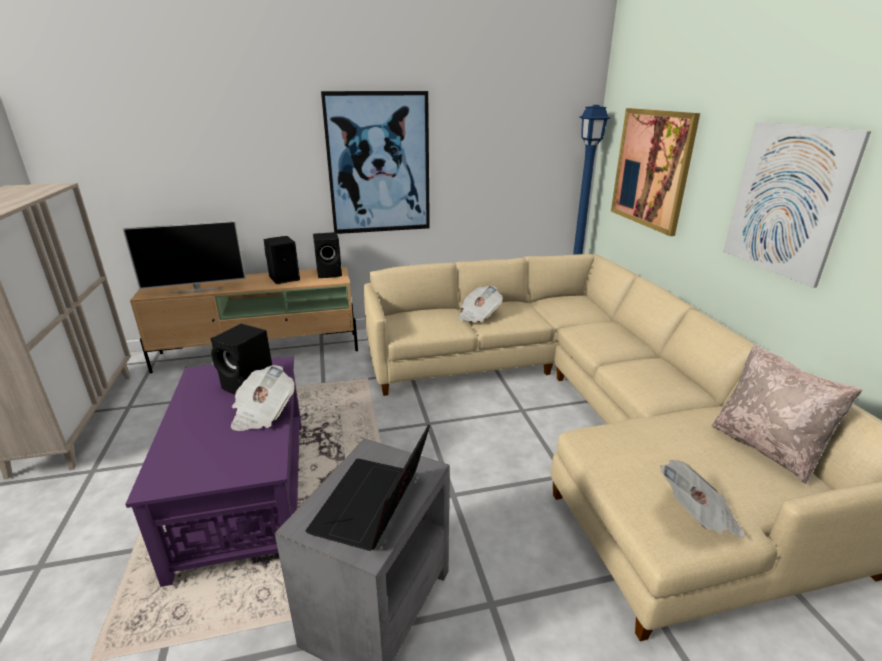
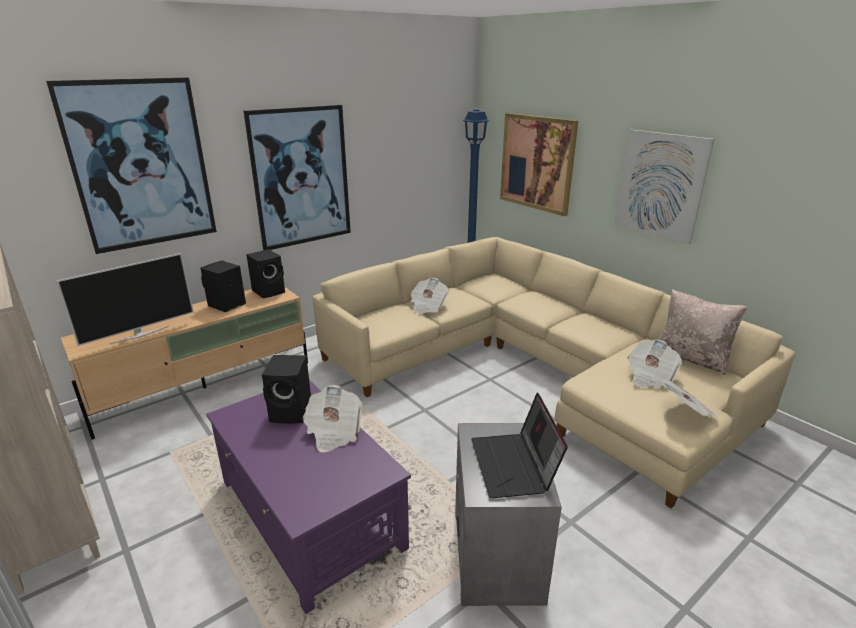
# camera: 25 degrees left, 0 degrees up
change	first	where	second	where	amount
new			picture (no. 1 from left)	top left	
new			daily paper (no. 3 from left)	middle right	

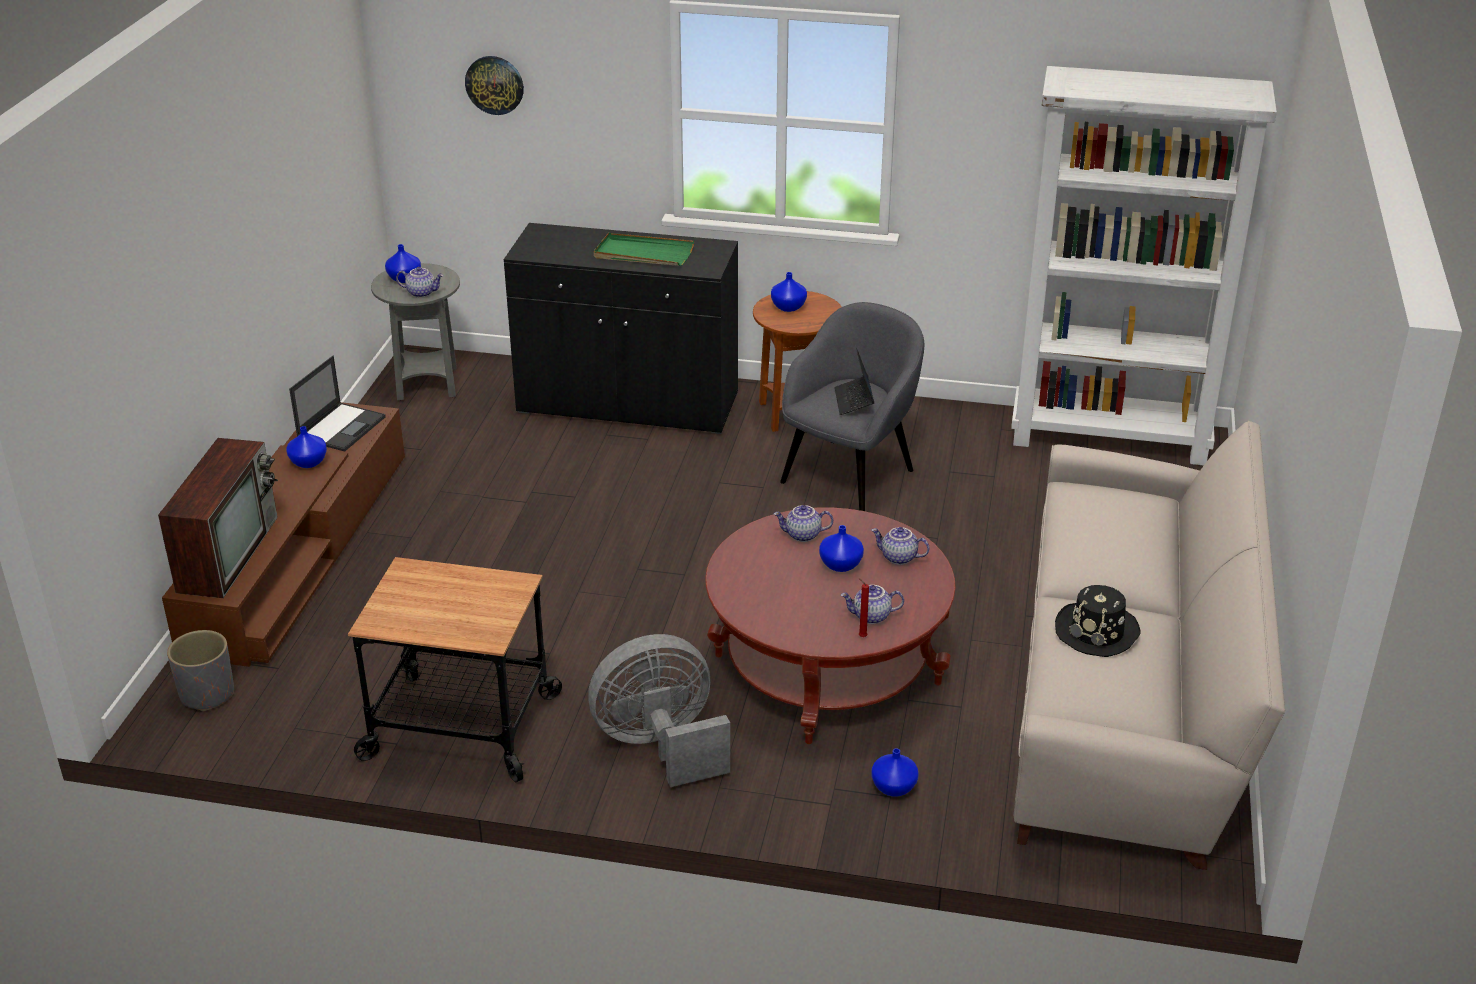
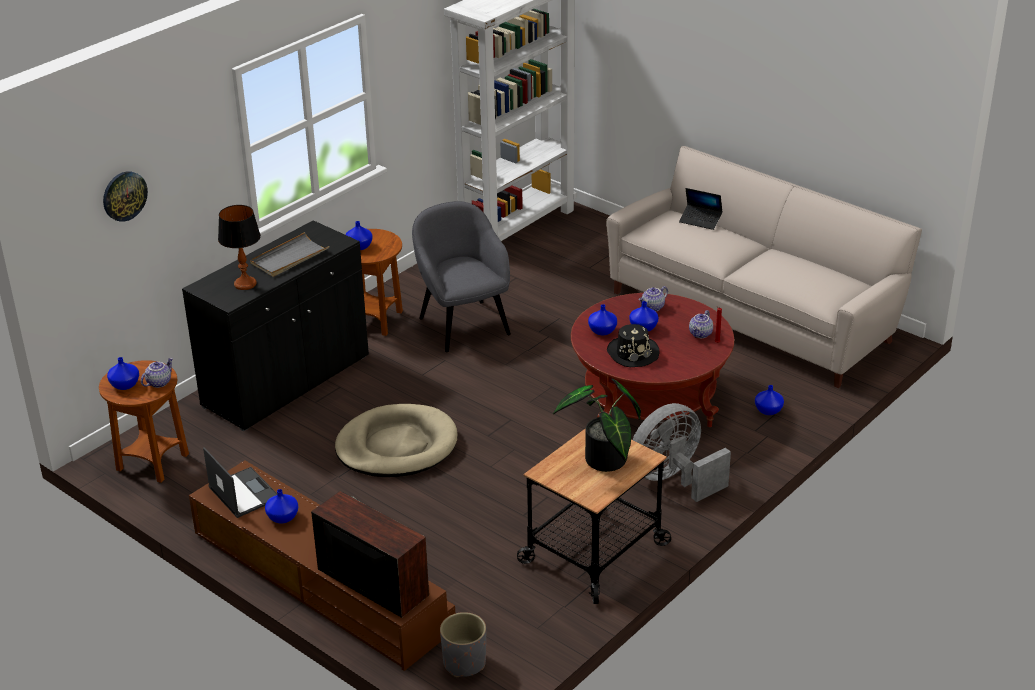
# camera: 60 degrees left, 0 degrees up
change	first	where	second	where	amount
repainted	serving tray/green	top centre	serving tray/gray	middle left	
repainted	side table/gray	middle left	side table/brownish (no. 1 from left)	middle left	
shifted	portable computer (no. 2 from left)	centre		top right	
swapped	pot for tea (no. 2 from left)	centre	flower vase/bluish (no. 4 from left)	centre	
shifted	hat/black	middle right		centre	
rotated	fan/gray	bottom centre		centre	45 degrees clockwise
new			lamp for a table	middle left	
new			plant in a pot	centre	
new			pet bed/sand-coloured	centre	

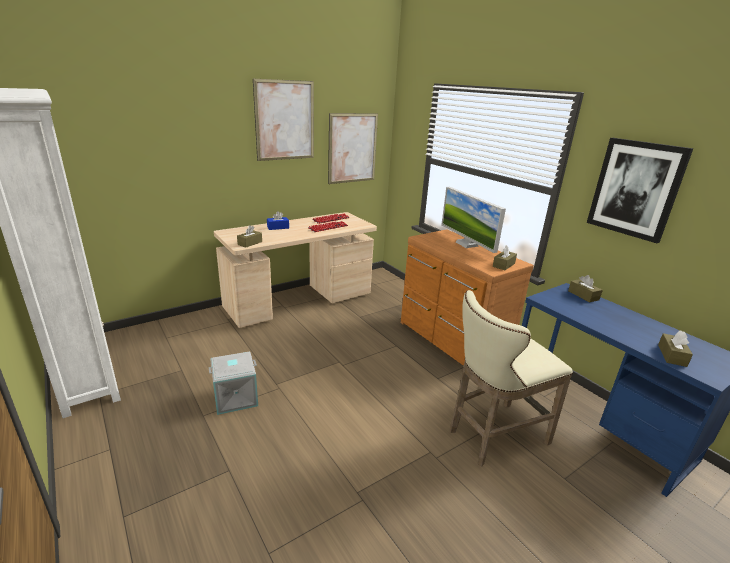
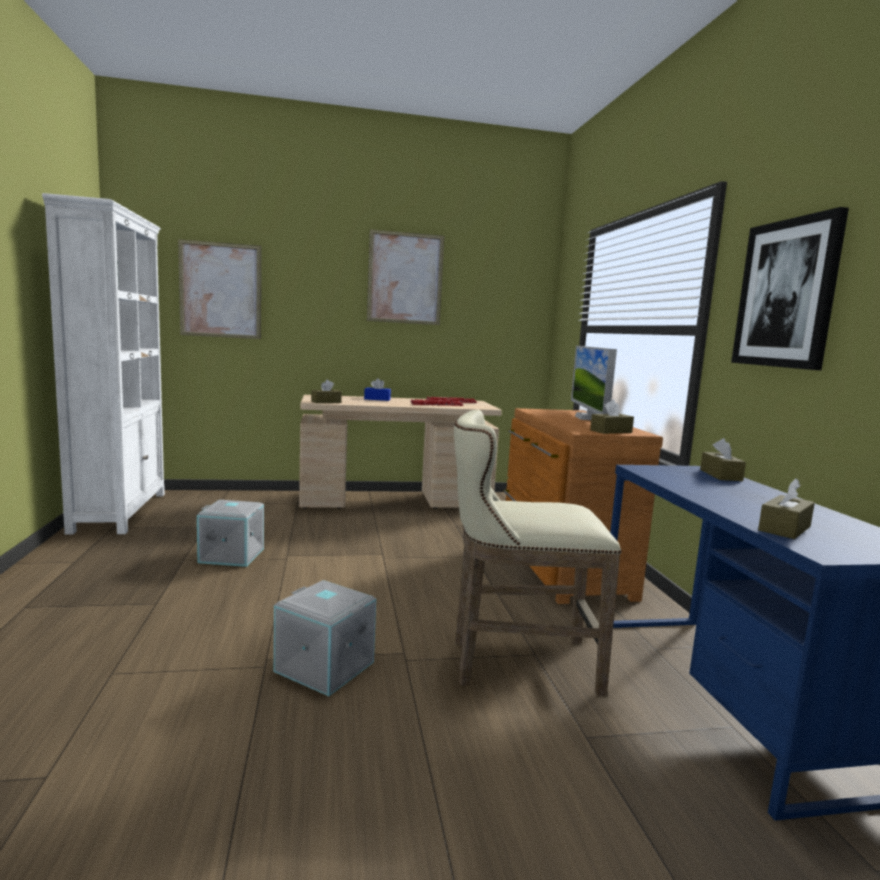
# camera: 25 degrees right, 15 degrees down
change	first	where	second	where	amount
shifted	picture (no. 2 from left in the first image)	top centre	picture (no. 1 from left)	top left	
new			storage box/gray (no. 2 from left)	bottom centre	

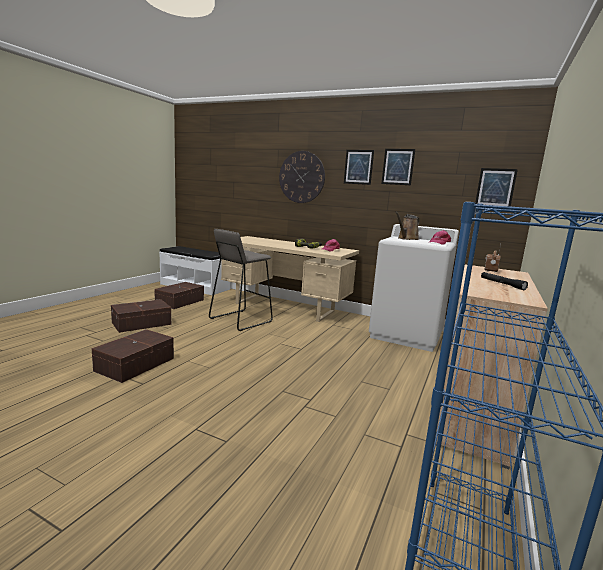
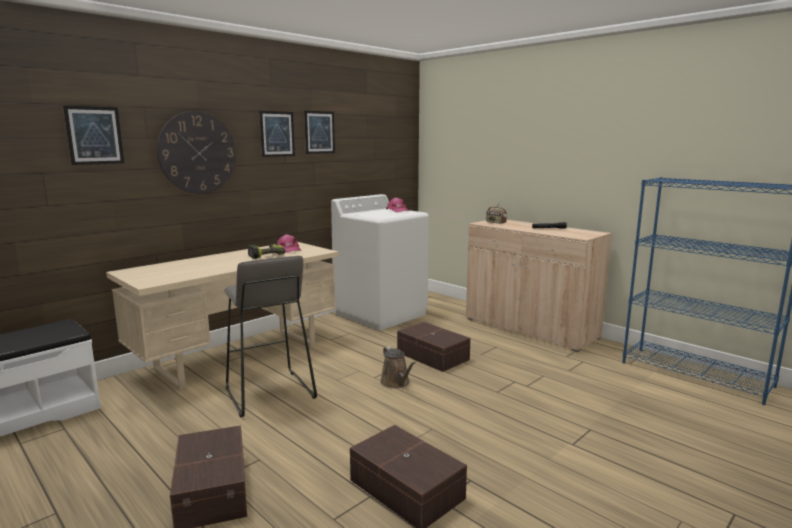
# camera: 70 degrees left, 0 degrees up
change	first	where	second	where	amount
shifted	picture (no. 3 from left in the first image)	top right	picture (no. 1 from left)	top left	
shifted	watering pot/brownish	middle right		bottom centre	
shifted	storage box/brownish (no. 3 from left)	middle left		centre	

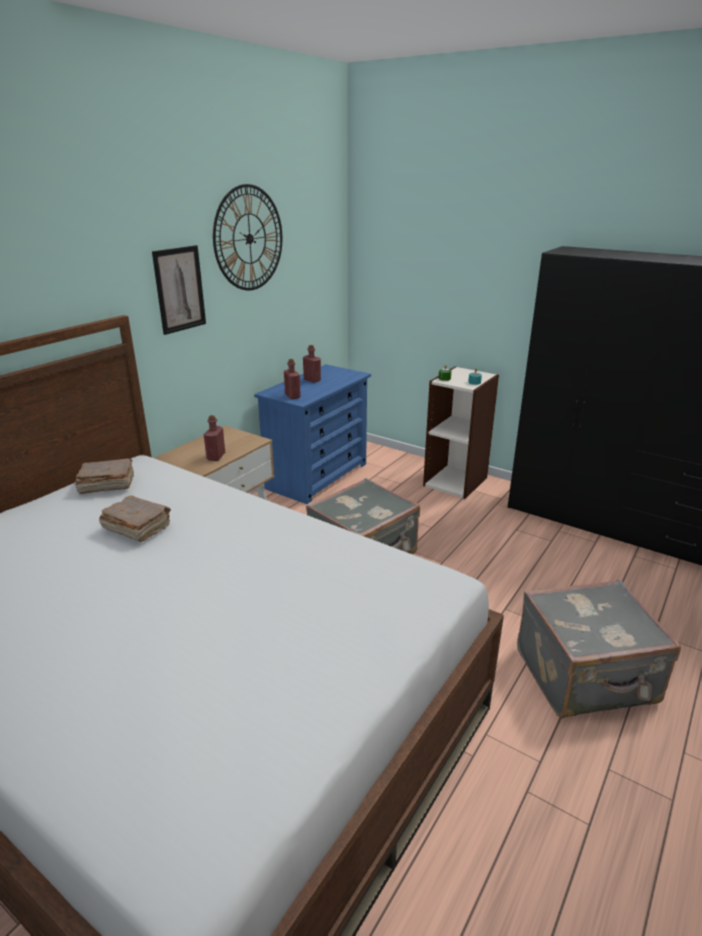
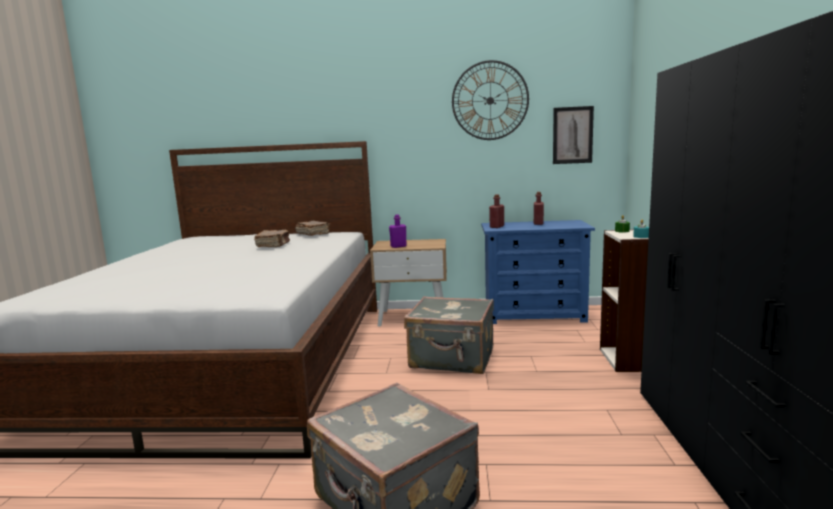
# camera: 60 degrees right, 15 degrees down
change	first	where	second	where	amount
shifted	picture	top left		top right	
repainted	drink bottle/red (no. 1 from left)	middle left	drink bottle/purple-coloured	centre	

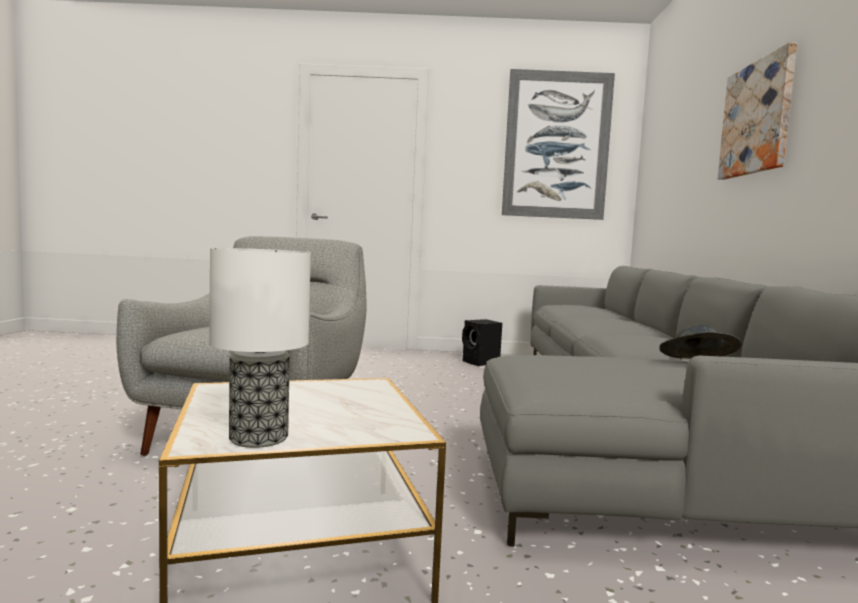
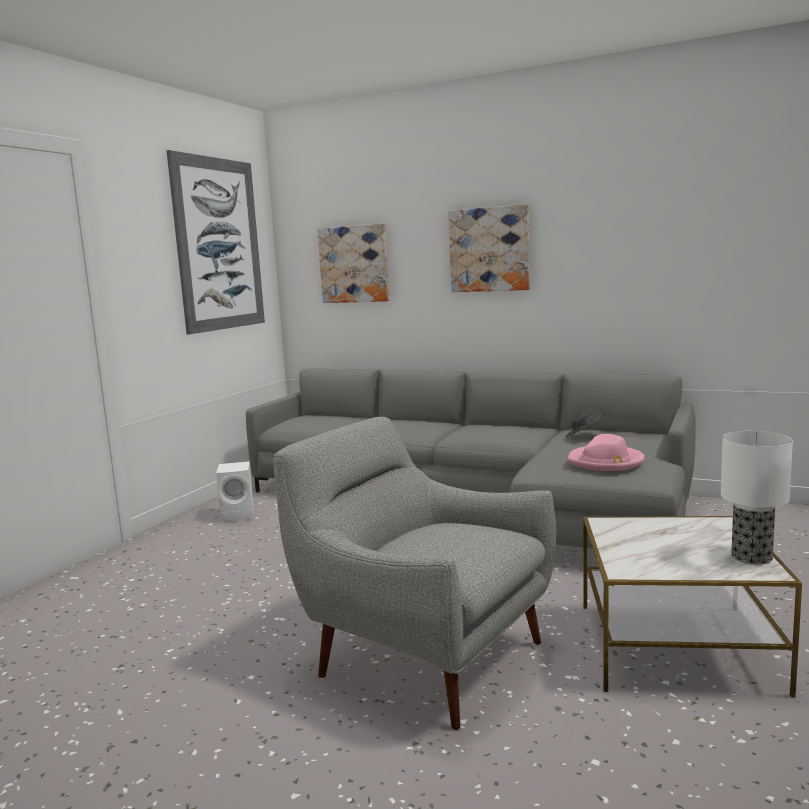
# camera: 65 degrees left, 5 degrees up
change	first	where	second	where	amount
repainted	loudspeaker/black	centre	loudspeaker/whitish	middle left	
new			picture (no. 2 from left)	top centre	
new			hat/pink-coloured	middle right	

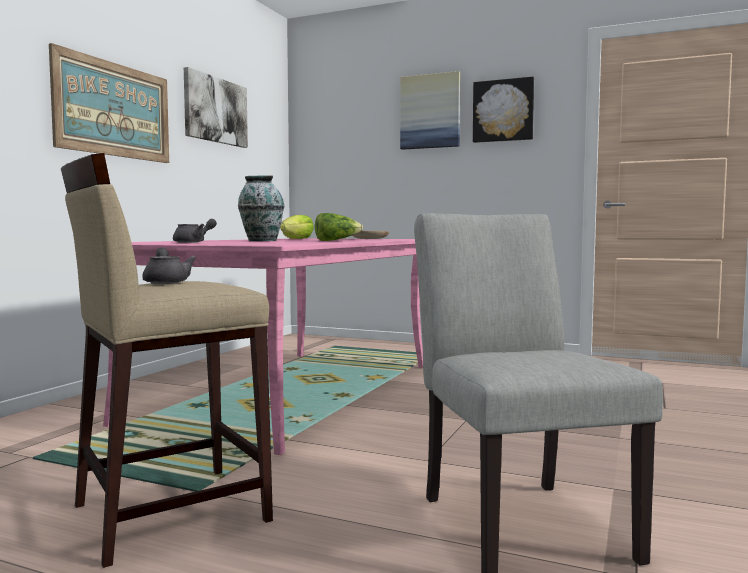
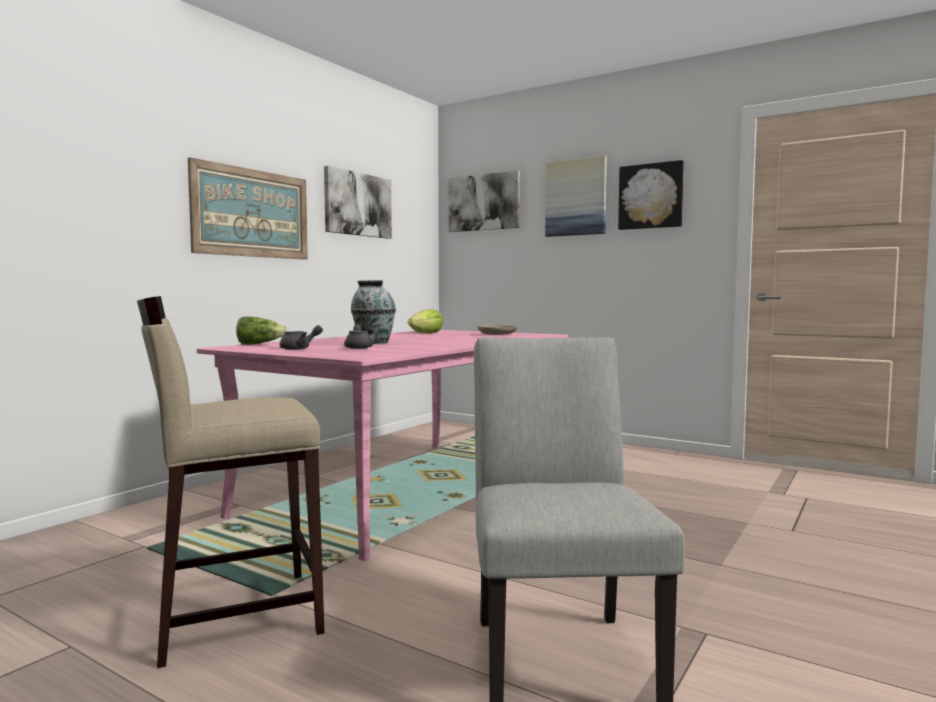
# camera: 10 degrees right, 0 degrees up
change	first	where	second	where	amount
shifted	lettuce head (no. 2 from left in the first image)	centre	lettuce head (no. 1 from left)	middle left	
shifted	pot for tea/gray (no. 1 from left in the first image)	middle left	pot for tea/gray (no. 2 from left)	centre	
new			picture (no. 3 from left)	top centre	

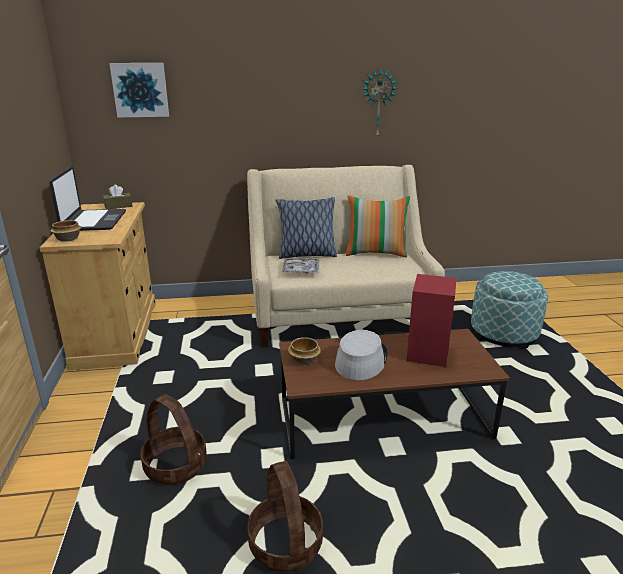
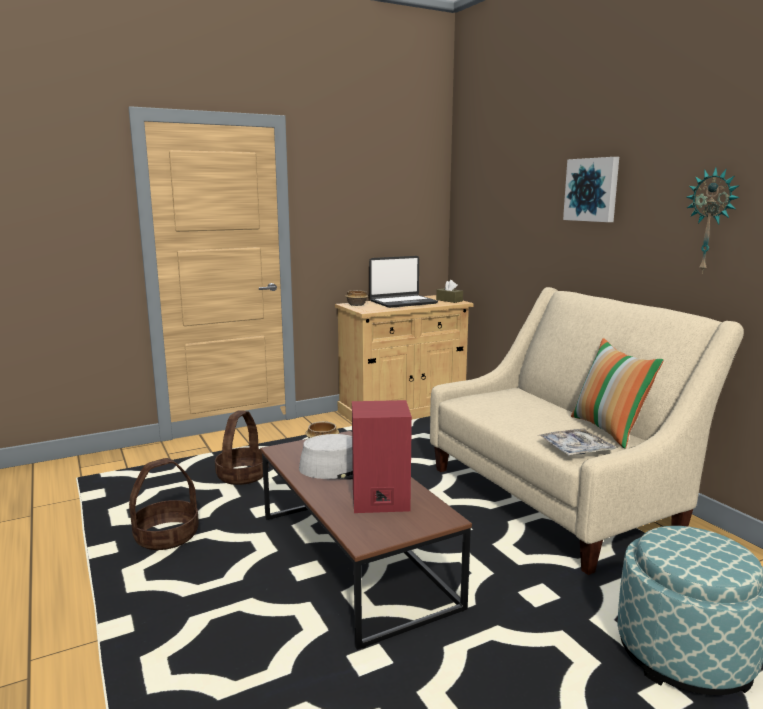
# camera: 70 degrees right, 10 degrees down
change	first	where	second	where	amount
shifted	picture	top left		top right	
gone	throw pillow (no. 1 from left)	centre			
shifted	serving tray	centre		middle right	

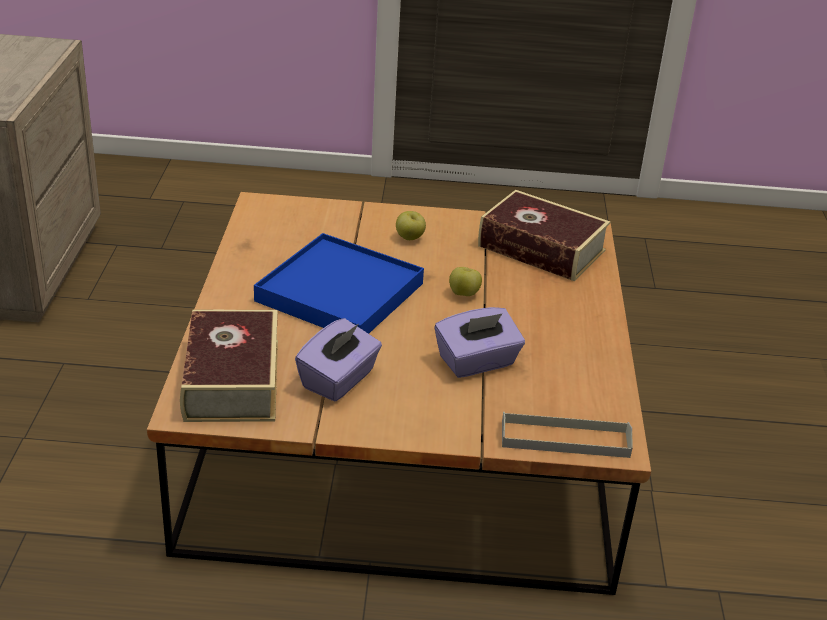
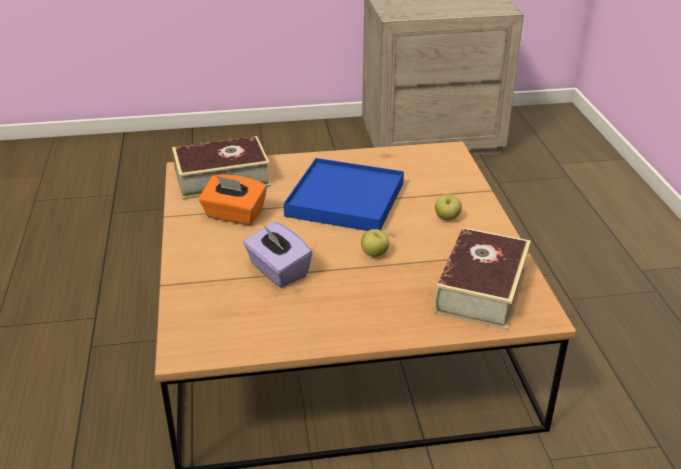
# camera: 80 degrees right, 0 degrees up
change	first	where	second	where	amount
repainted	tissue holder/purple-coloured (no. 1 from left)	centre	tissue holder/orangey	centre	
gone	serving tray/gray	bottom right			

